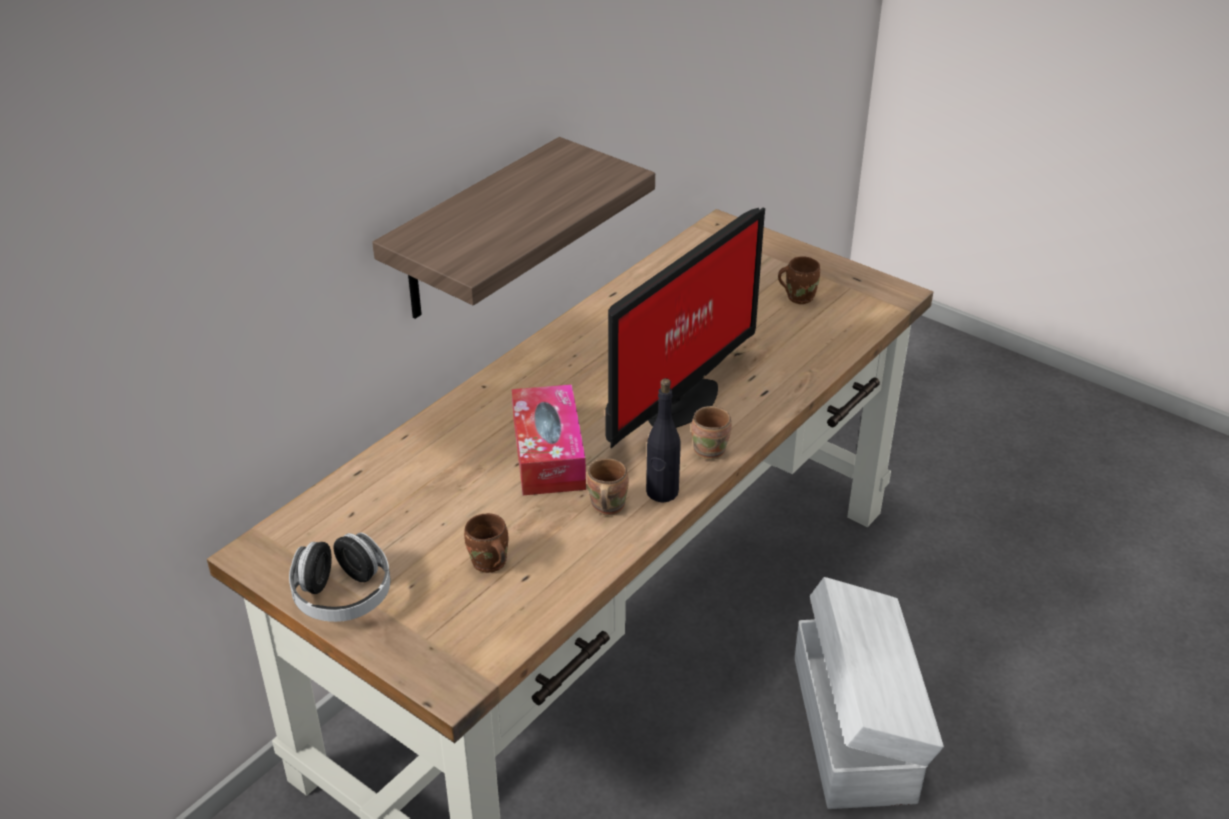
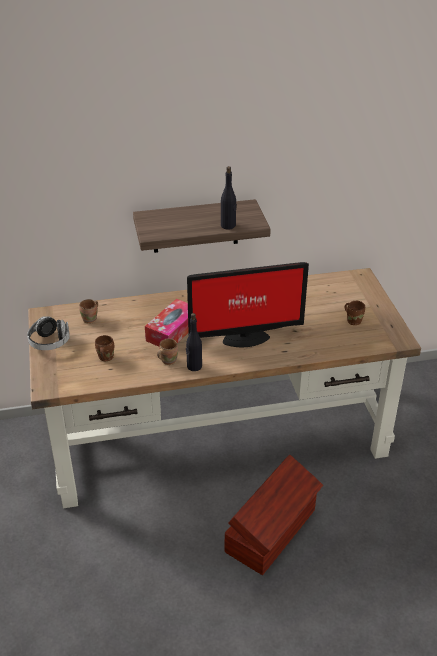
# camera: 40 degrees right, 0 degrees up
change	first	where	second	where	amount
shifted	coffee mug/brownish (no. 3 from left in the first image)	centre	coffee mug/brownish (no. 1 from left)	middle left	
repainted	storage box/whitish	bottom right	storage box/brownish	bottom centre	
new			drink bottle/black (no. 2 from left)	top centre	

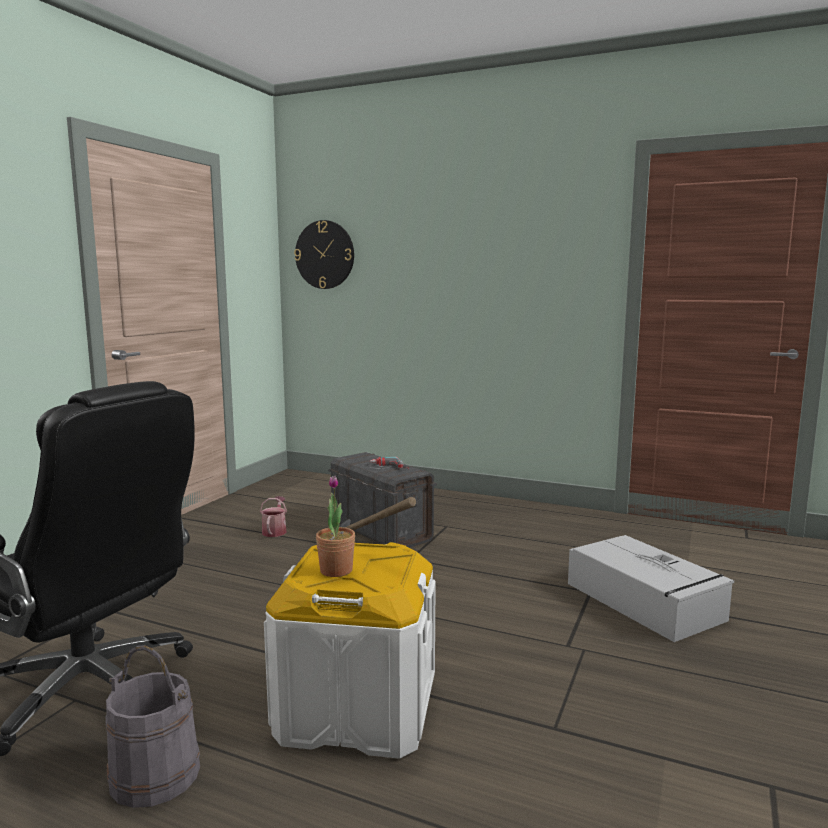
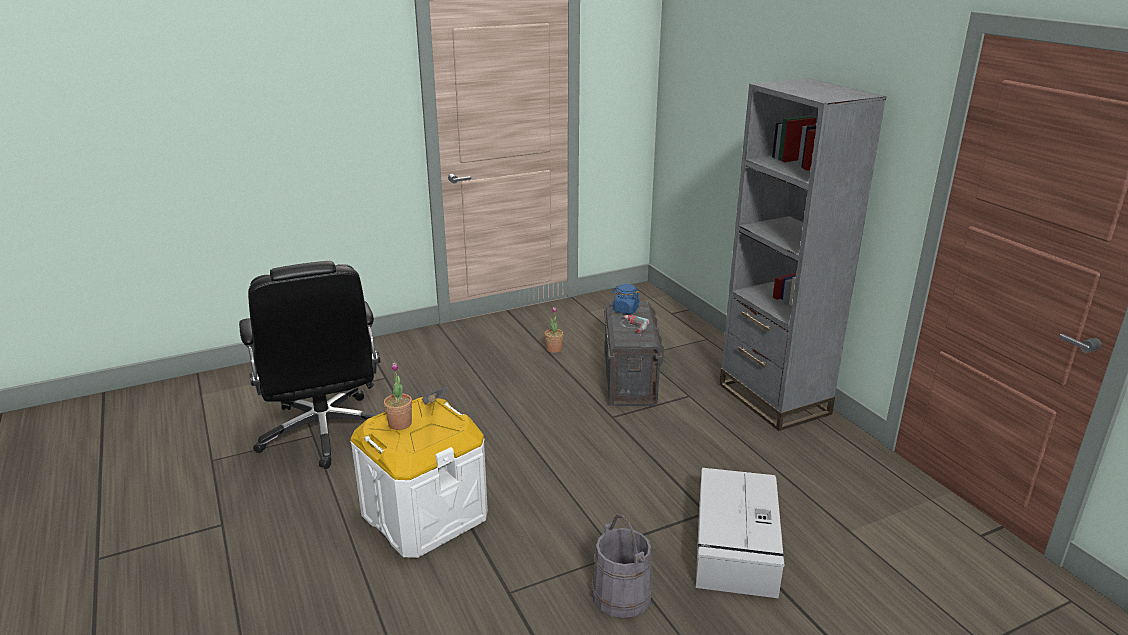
# camera: 40 degrees right, 15 degrees up
change	first	where	second	where	amount
gone	clock on the wall	top centre			
swapped	watering pot	middle left	plant in a pot (no. 2 from left)	centre	
shifted	pail/gray	bottom left		bottom centre	
new			bookshelf/gray	middle right	
new			jar/bluish	centre	

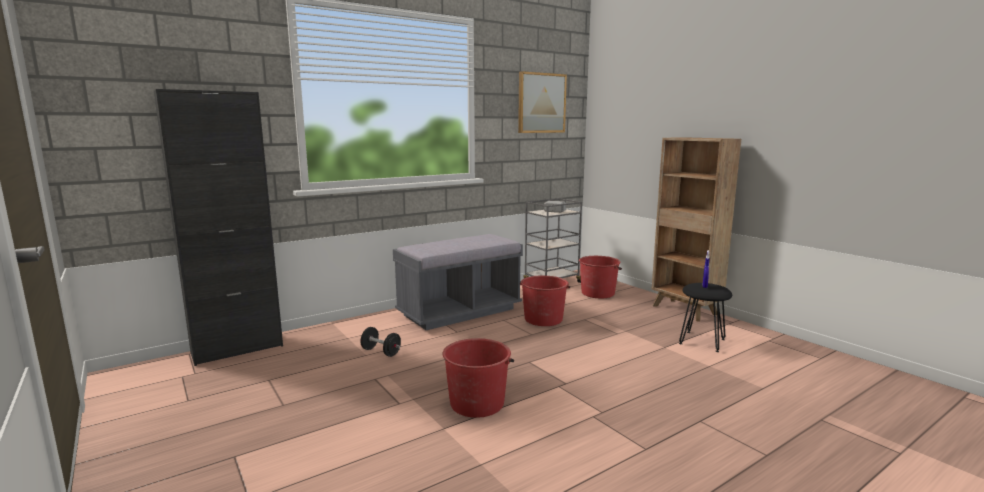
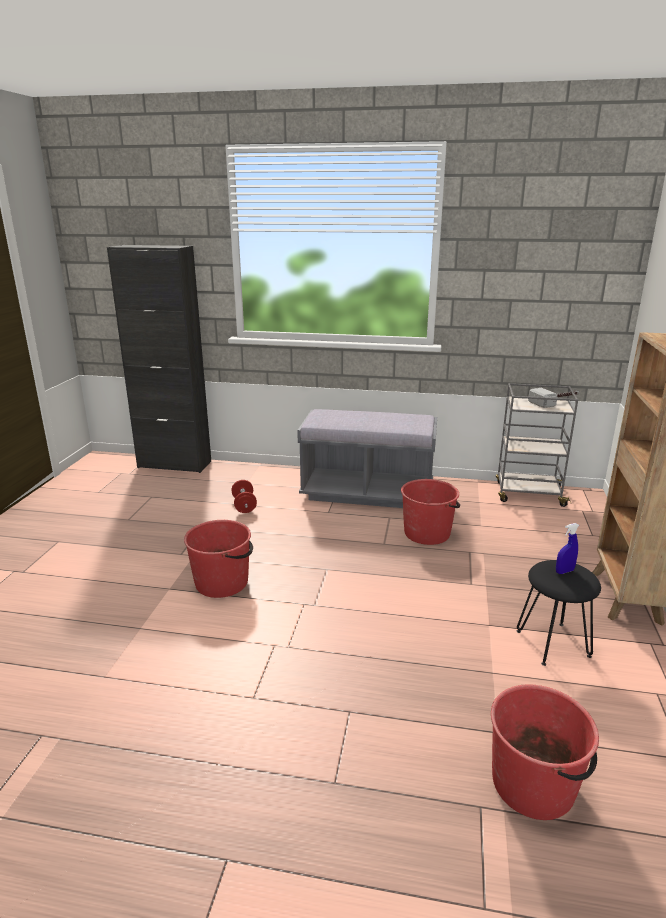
# camera: 45 degrees right, 10 degrees up
change	first	where	second	where	amount
gone	picture	top centre			
shifted	pail/red (no. 3 from left)	centre		bottom right	
repainted	hand weight/black	bottom centre	hand weight/red	centre	

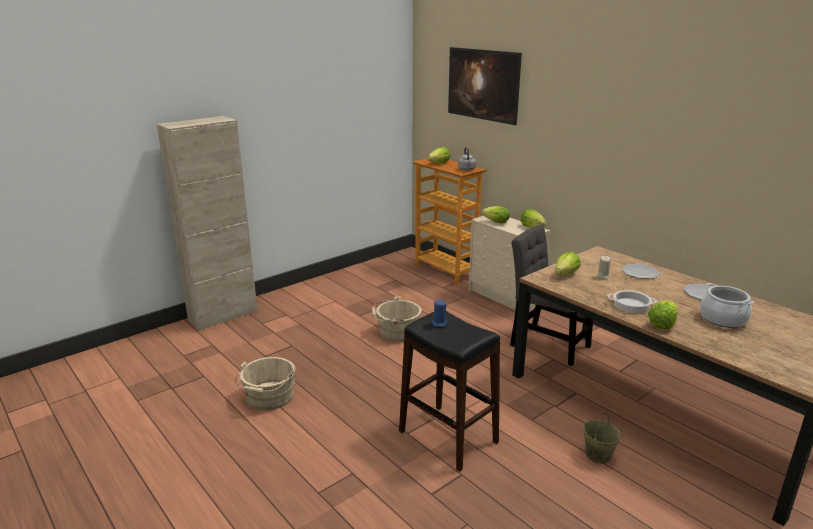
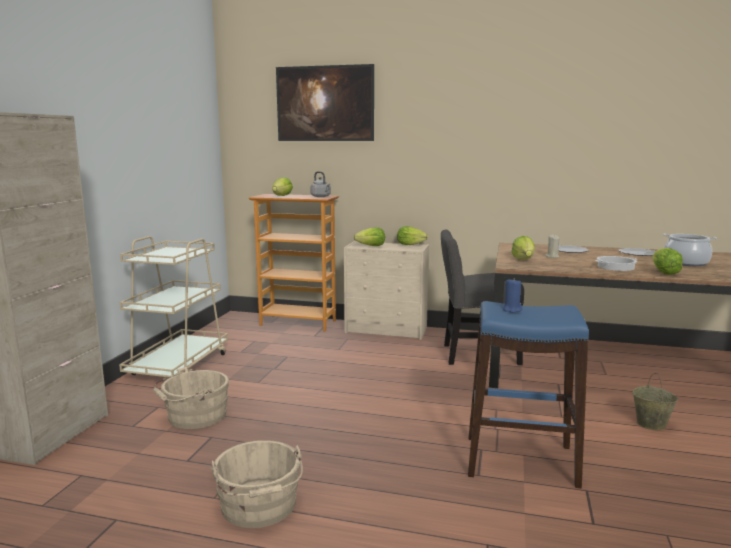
# camera: 35 degrees left, 10 degrees down
change	first	where	second	where	amount
shifted	pail/sand-coloured (no. 2 from left in the first image)	centre	pail/sand-coloured (no. 1 from left)	bottom left	
repainted	stool/black	bottom centre	stool/bluish	bottom right	
new			cart/sand-coloured	middle left	

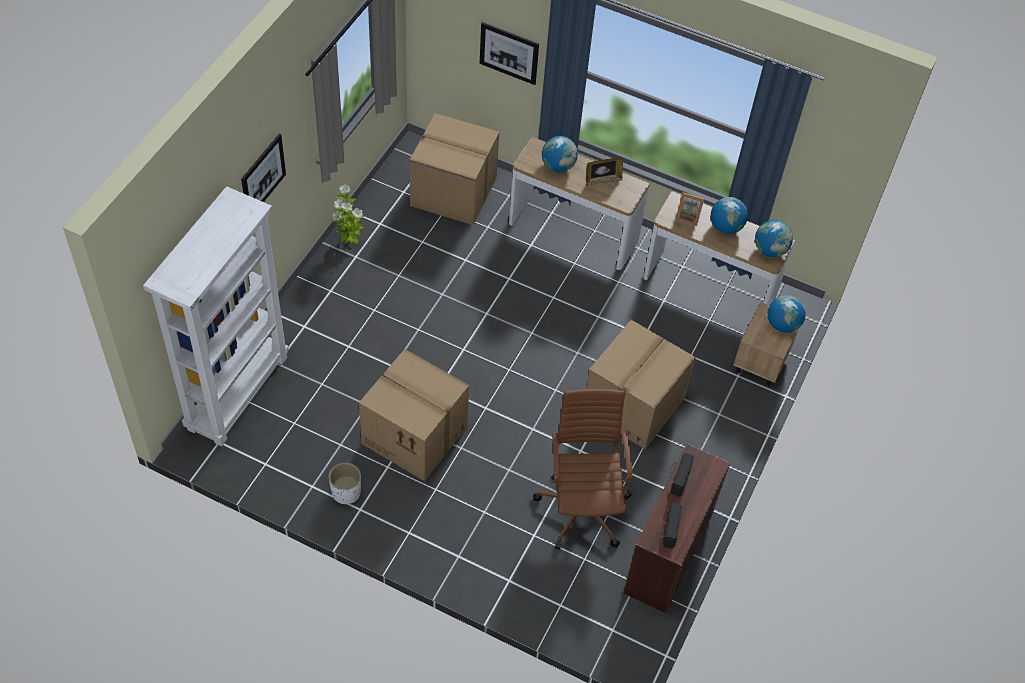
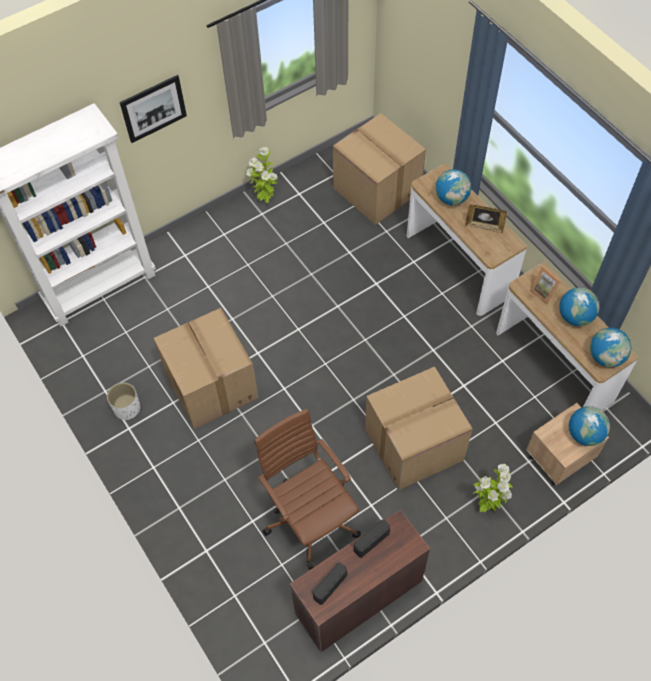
# camera: 35 degrees right, 5 degrees up
change	first	where	second	where	amount
gone	picture (no. 2 from left)	top centre			
rotated	desk chair/brownish	bottom centre		bottom centre	60 degrees counterclockwise
new			plant in a pot (no. 2 from left)	bottom right	

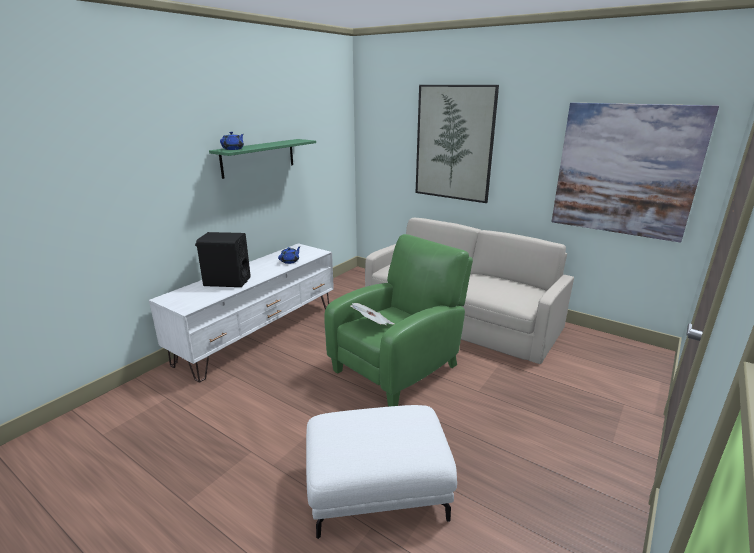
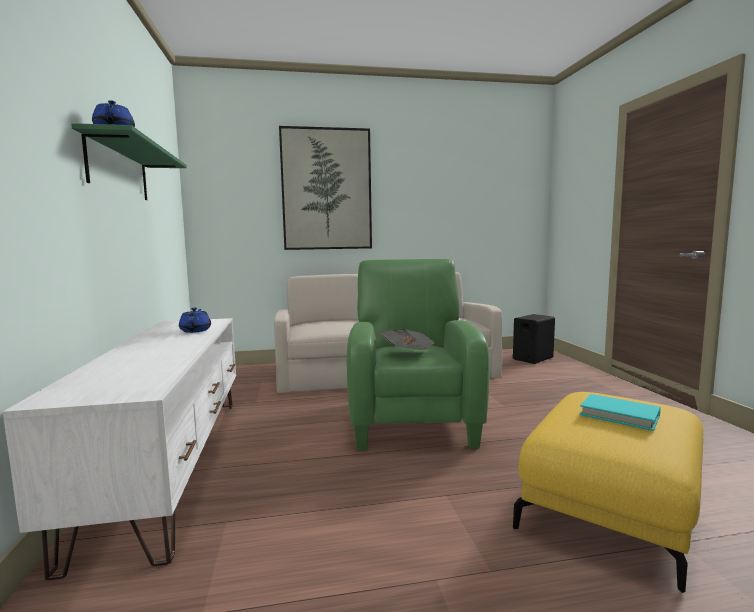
# camera: 45 degrees left, 15 degrees down
change	first	where	second	where	amount
gone	picture (no. 2 from left)	top right			
shifted	loudspeaker/black	middle left		middle right	
repainted	ottoman/whitish	bottom centre	ottoman/yellowish	bottom right	
new			book/turquoise-coloured	bottom right	

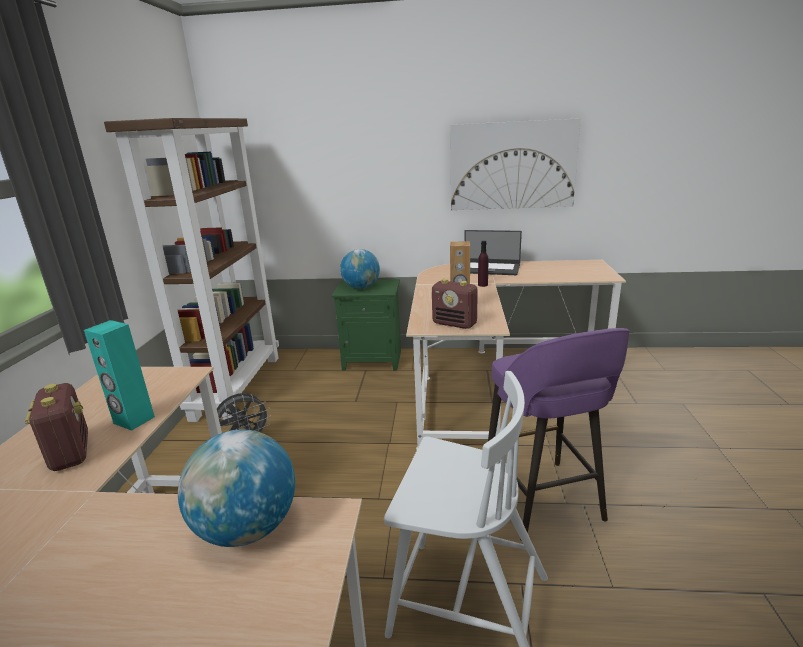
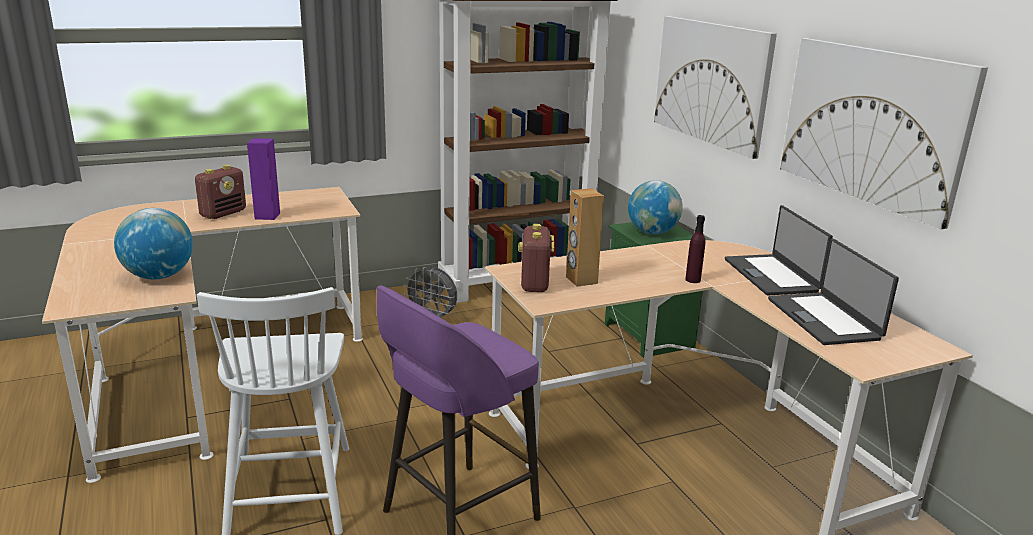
# camera: 60 degrees right, 0 degrees up
change	first	where	second	where	amount
repainted	loudspeaker/turquoise-coloured	middle left	loudspeaker/purple-coloured	middle left	
new			picture (no. 1 from left)	top right	
new			portable computer (no. 2 from left)	middle right	

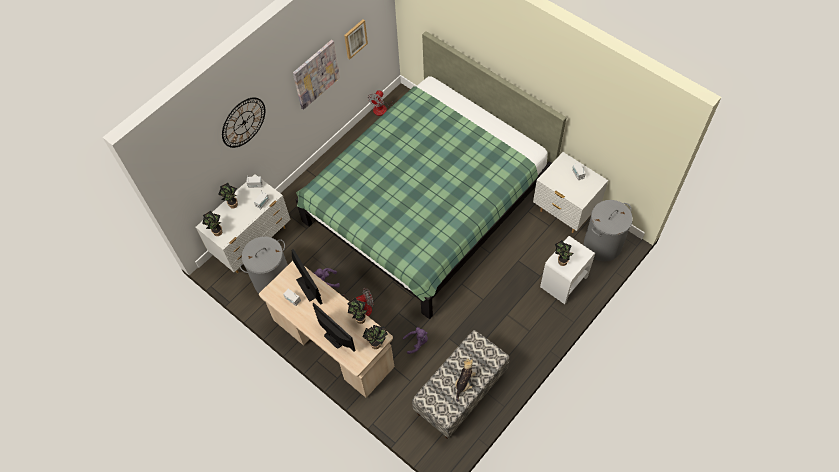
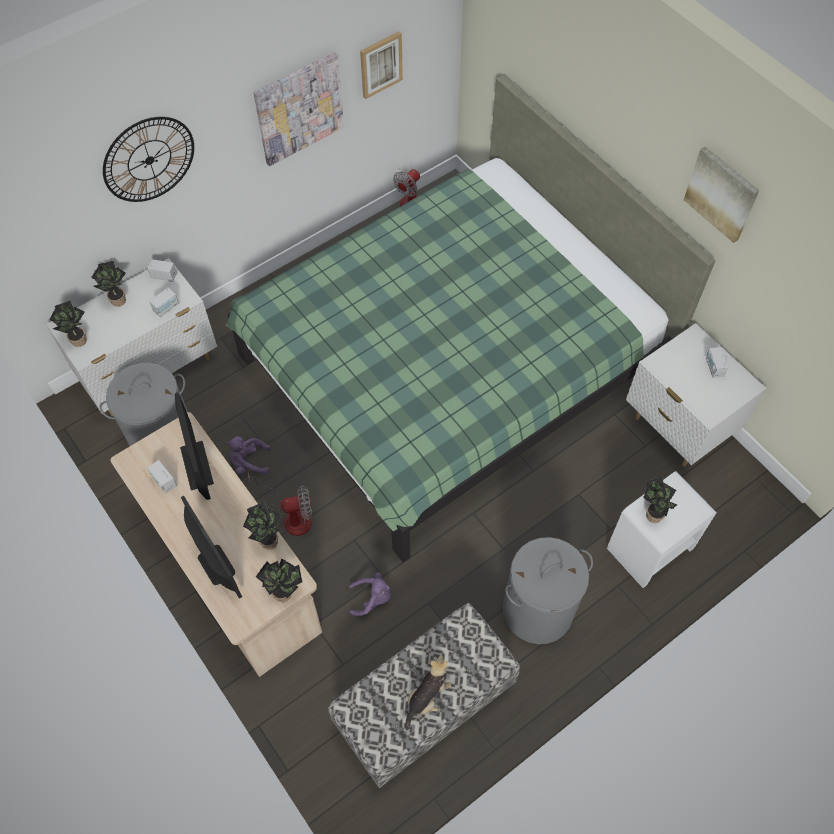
# camera: 10 degrees right, 0 degrees up
change	first	where	second	where	amount
shifted	washing basket/gray (no. 2 from left)	middle right		bottom centre	
new			picture (no. 3 from left)	top right	

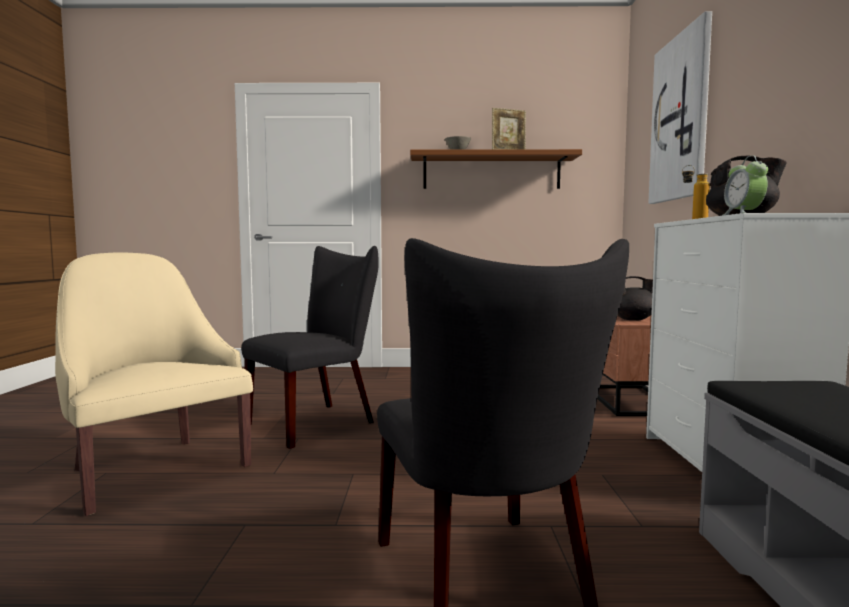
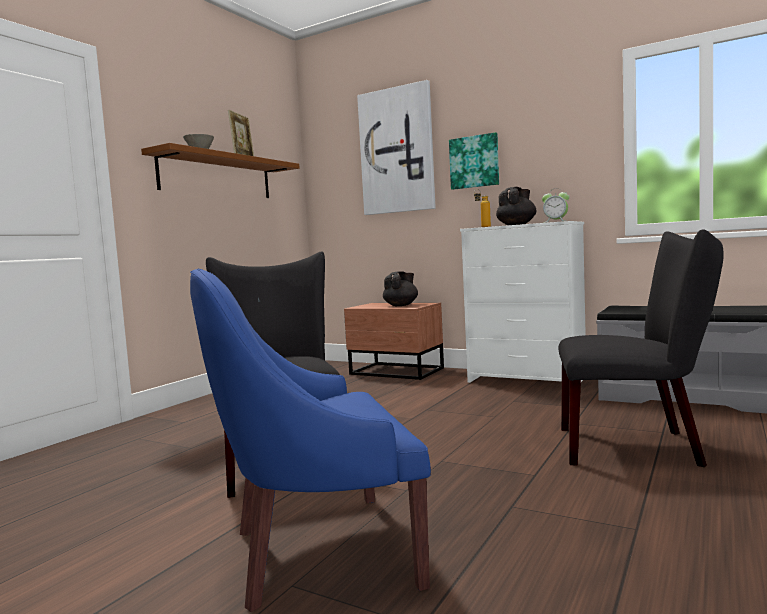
# camera: 60 degrees left, 0 degrees up
change	first	where	second	where	amount
repainted	armchair/sand-coloured	middle left	armchair/bluish	bottom centre	
new			picture (no. 2 from left)	top centre	

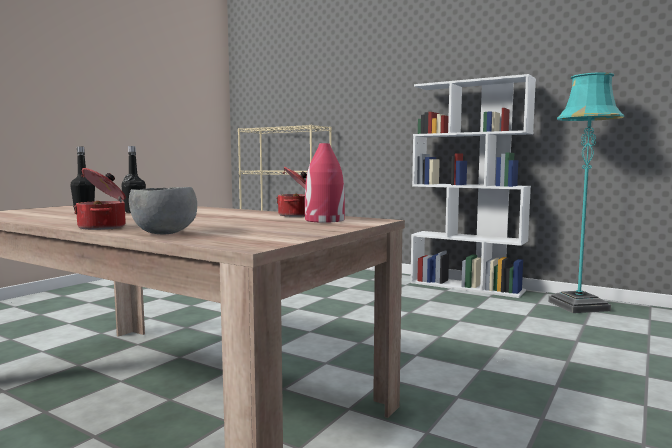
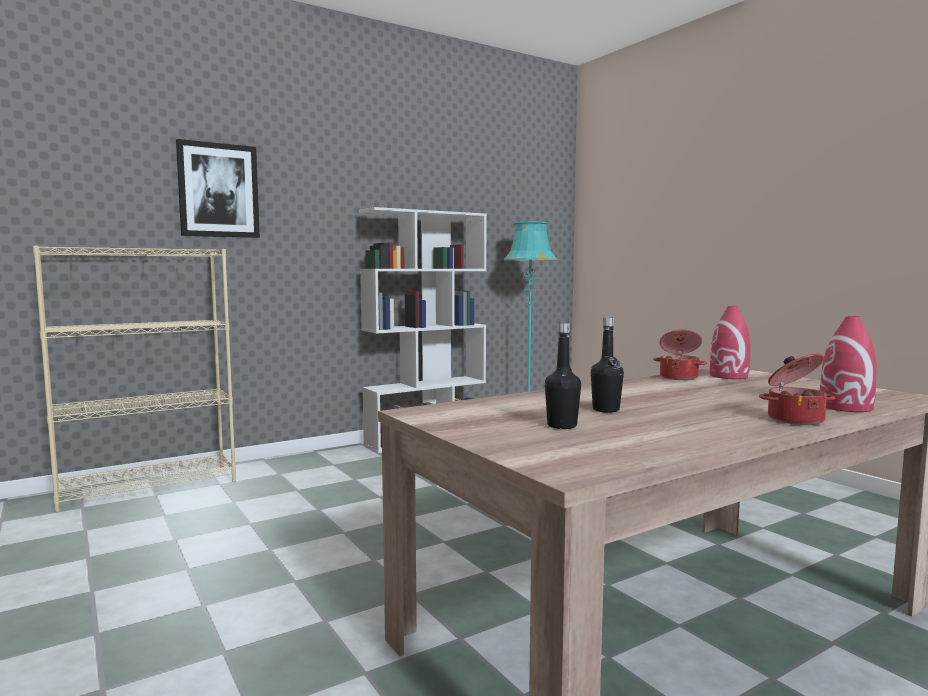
# camera: 65 degrees left, 0 degrees up
change	first	where	second	where	amount
swapped	bowl/gray	middle left	flower vase/red (no. 2 from left)	middle right	
new			picture	top left	

